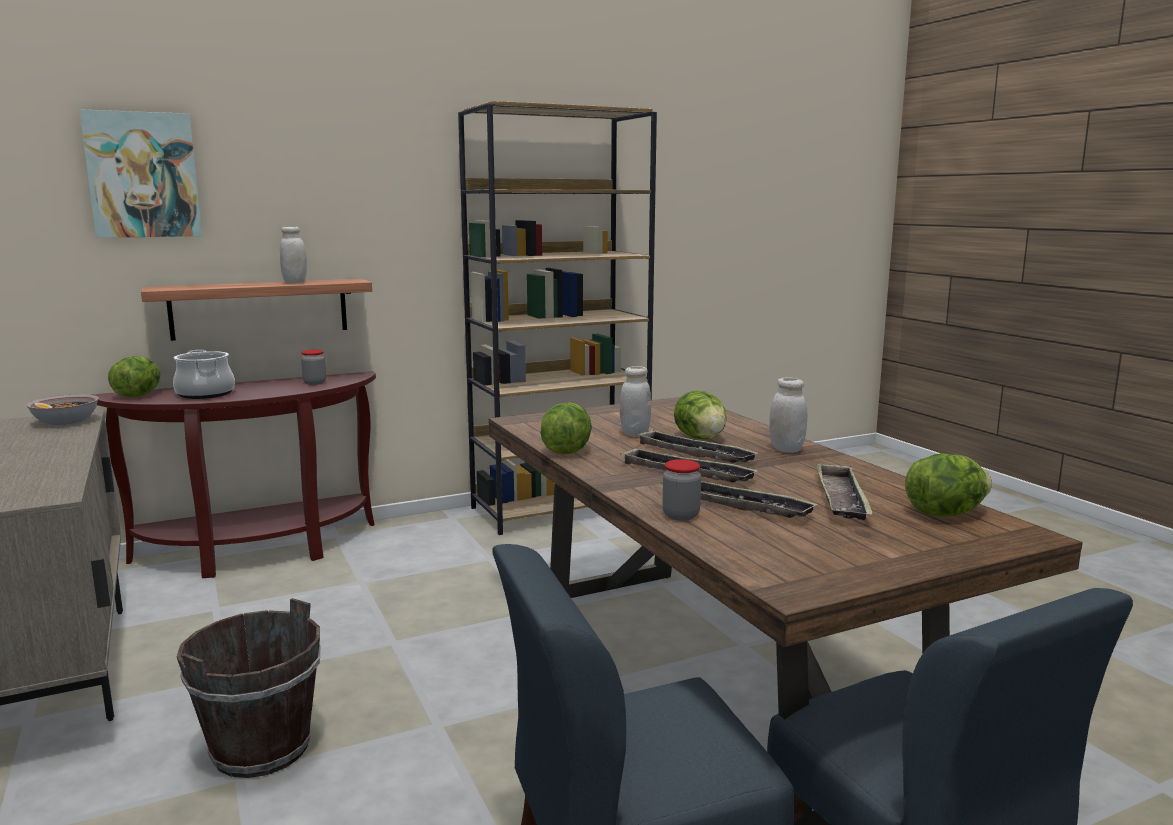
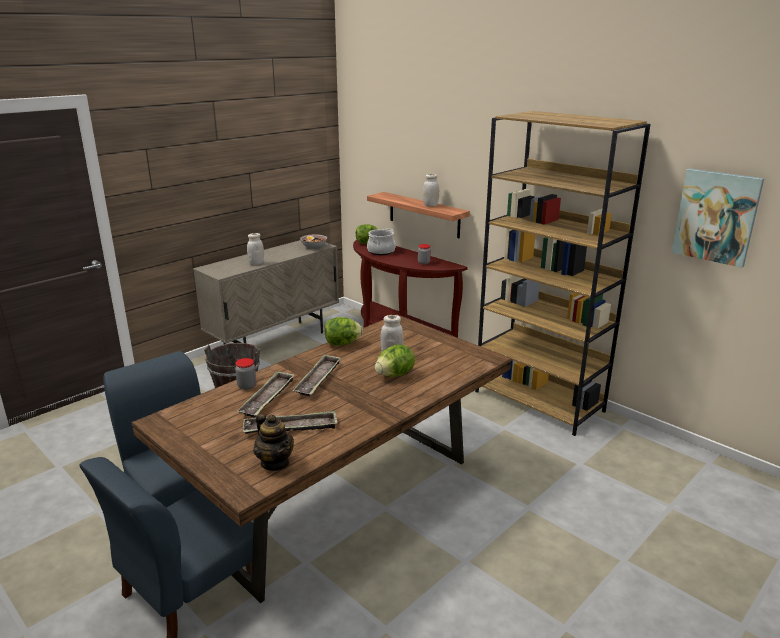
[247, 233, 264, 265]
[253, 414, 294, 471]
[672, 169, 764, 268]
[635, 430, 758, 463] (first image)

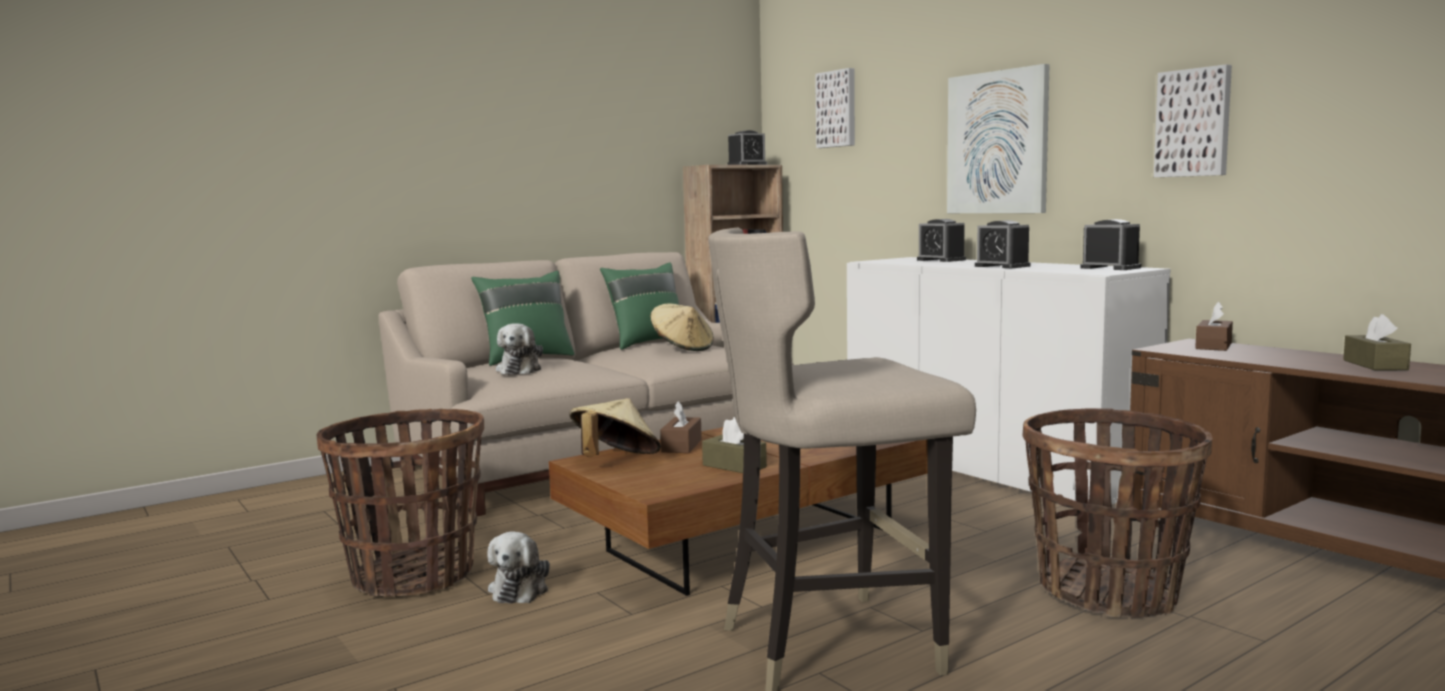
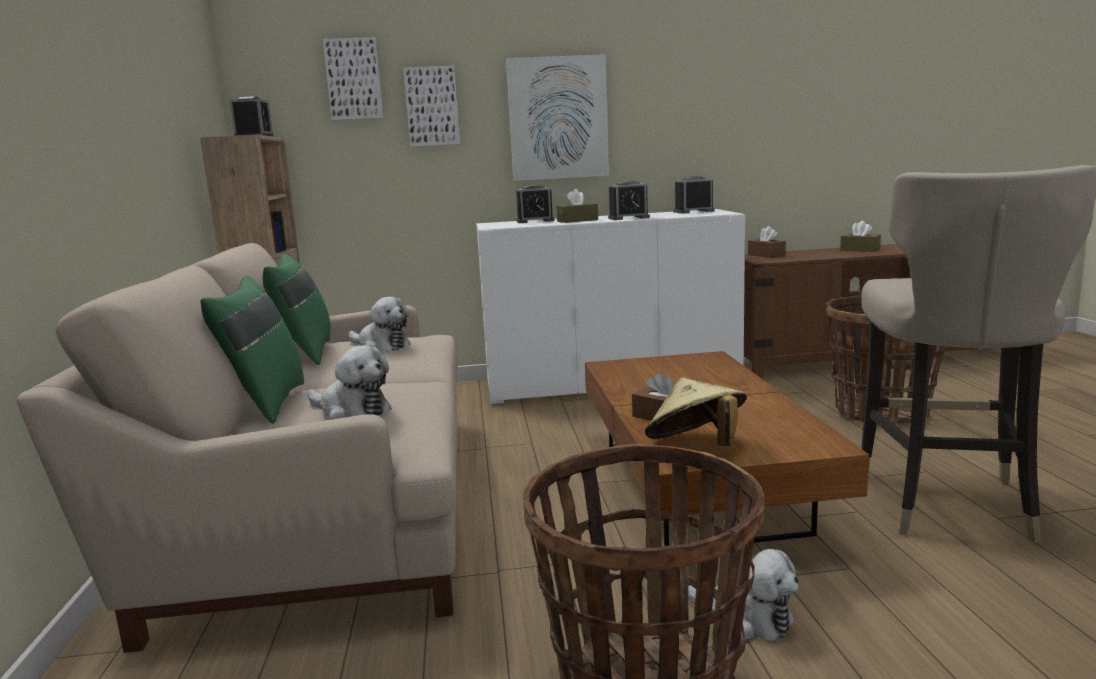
[349, 297, 411, 352]
[403, 66, 460, 147]
[556, 189, 598, 223]

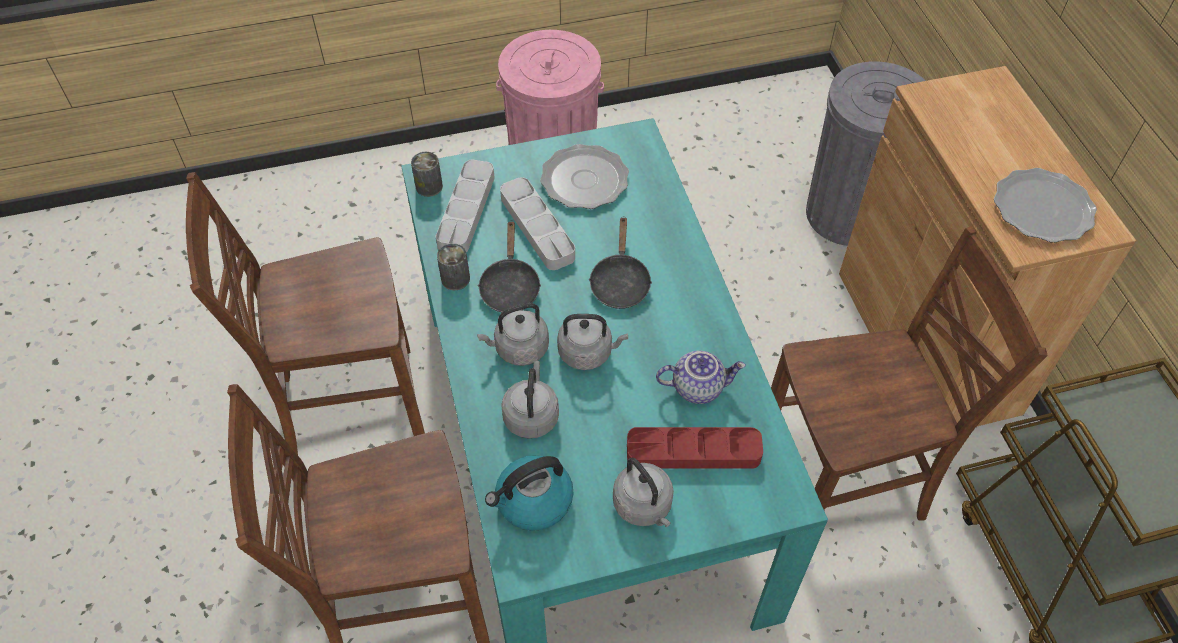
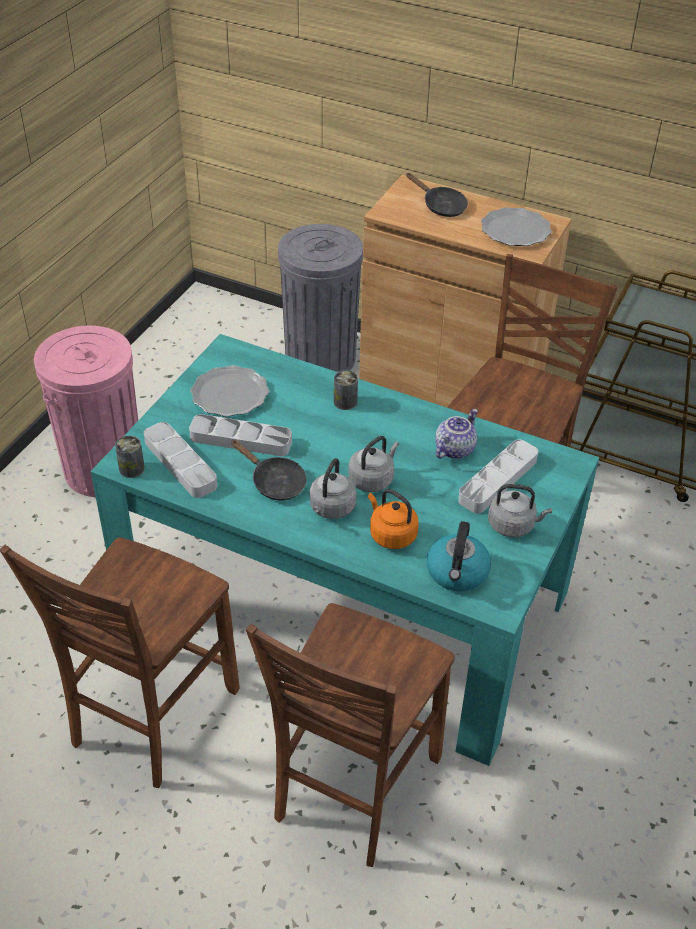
[334, 370, 358, 410]
[368, 489, 419, 549]
[406, 173, 468, 217]
[458, 440, 538, 513]

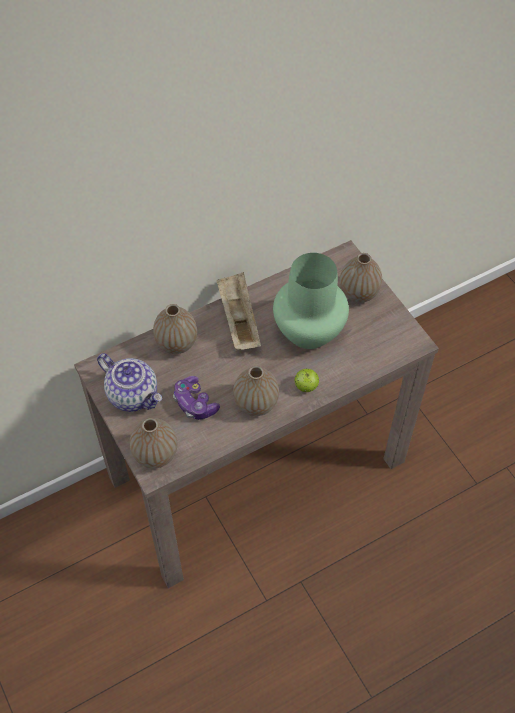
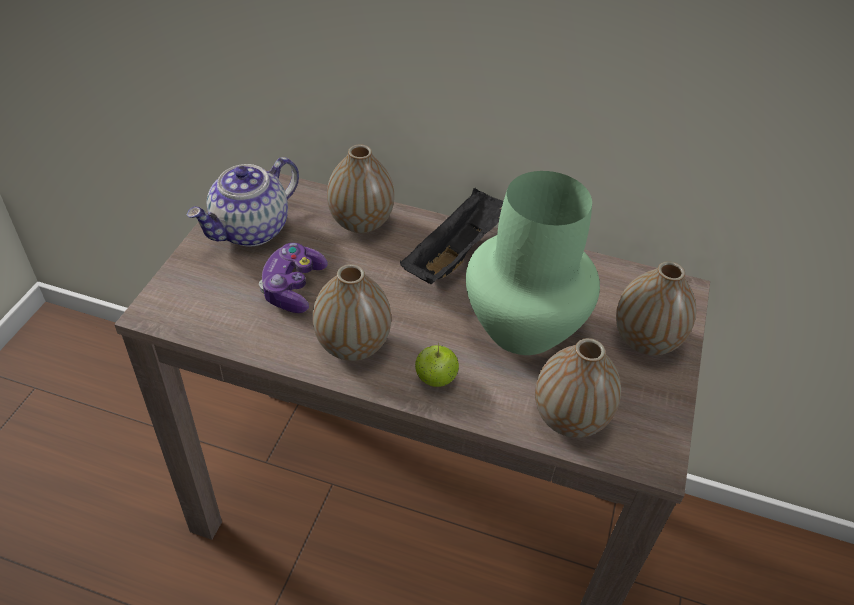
[187, 157, 299, 246]
[400, 188, 503, 284]
[535, 338, 621, 438]

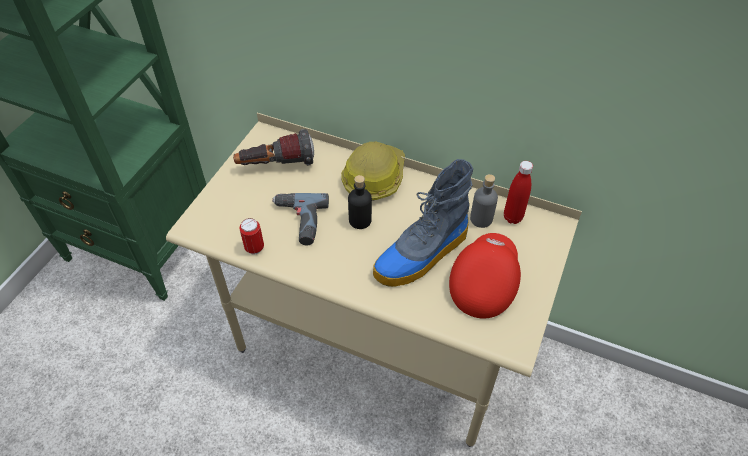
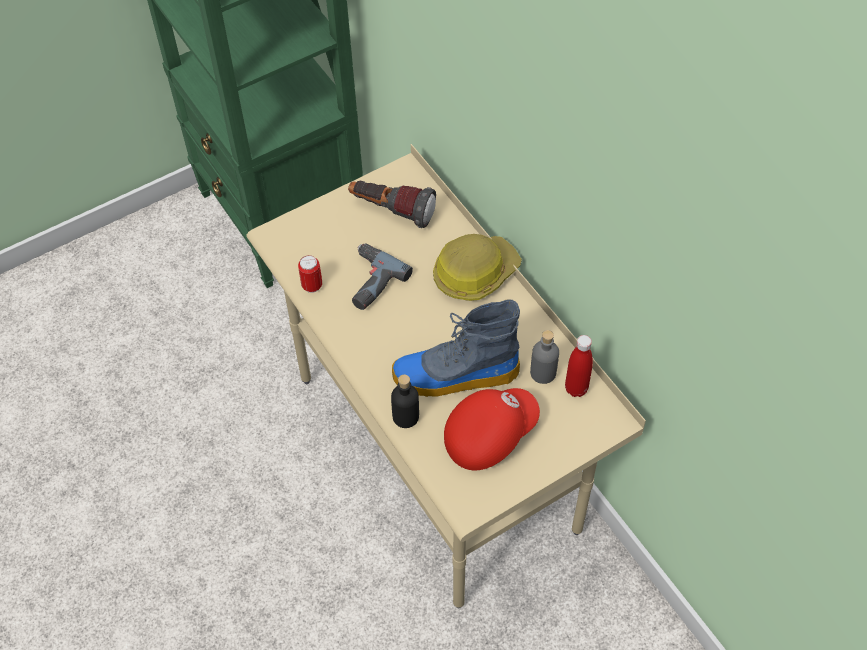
[391, 375, 419, 428]

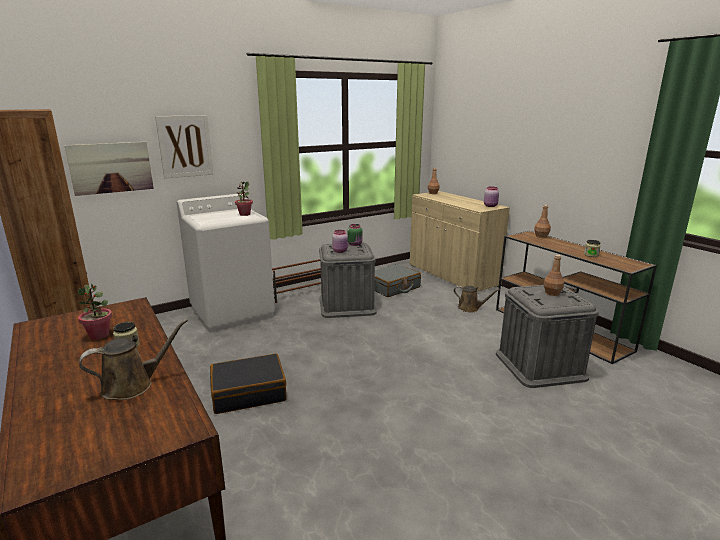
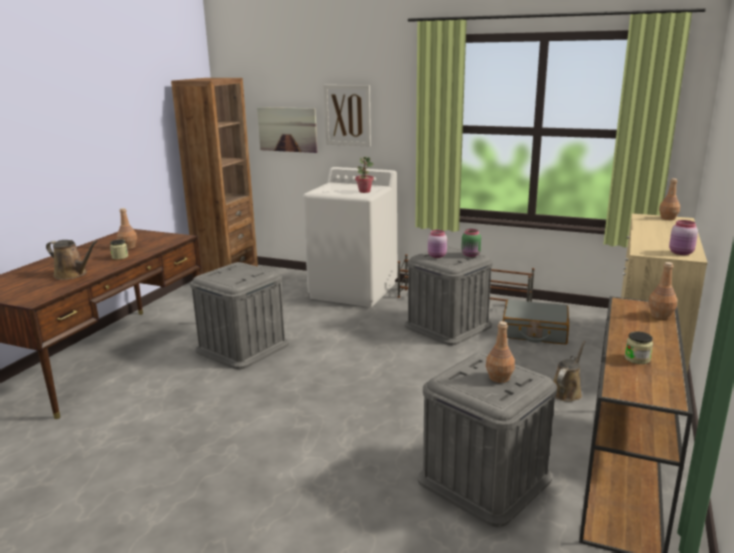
[117, 208, 137, 249]
[190, 262, 289, 369]
[553, 341, 586, 402]

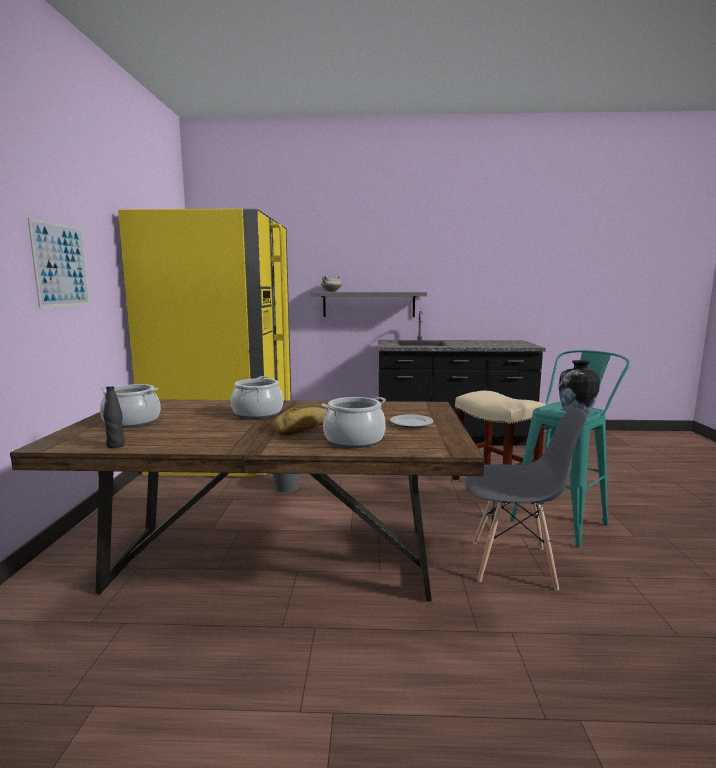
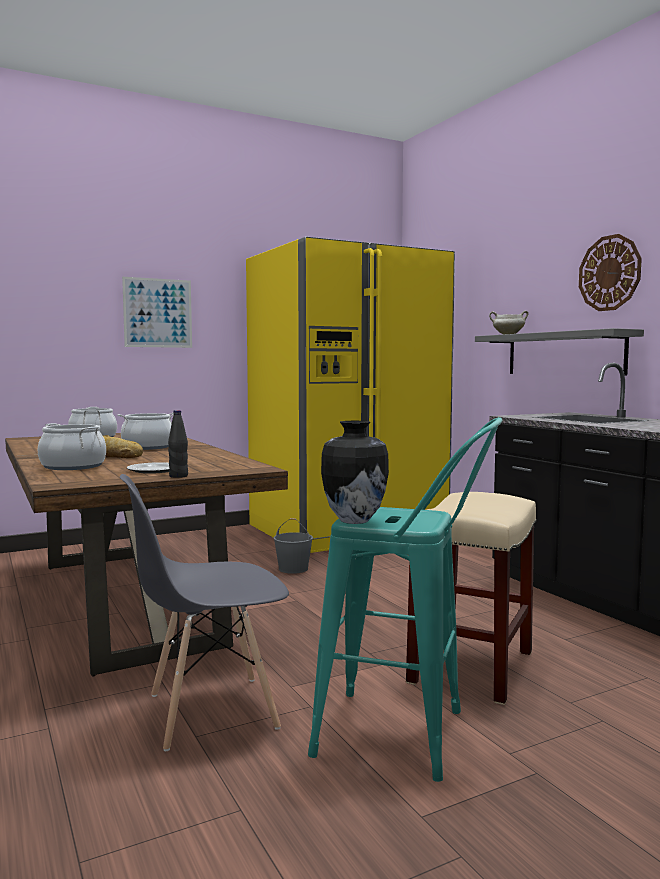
[120, 474, 289, 751]
[168, 410, 188, 478]
[579, 234, 642, 311]

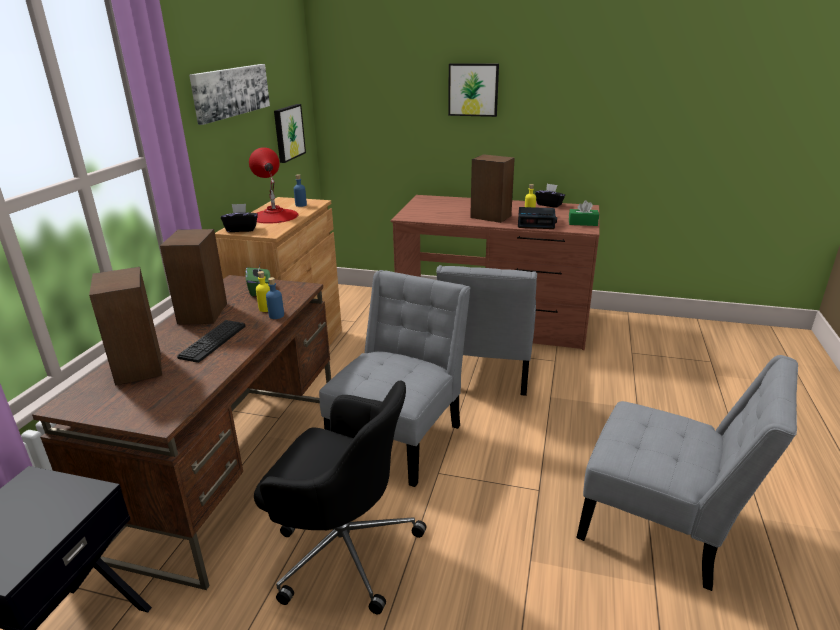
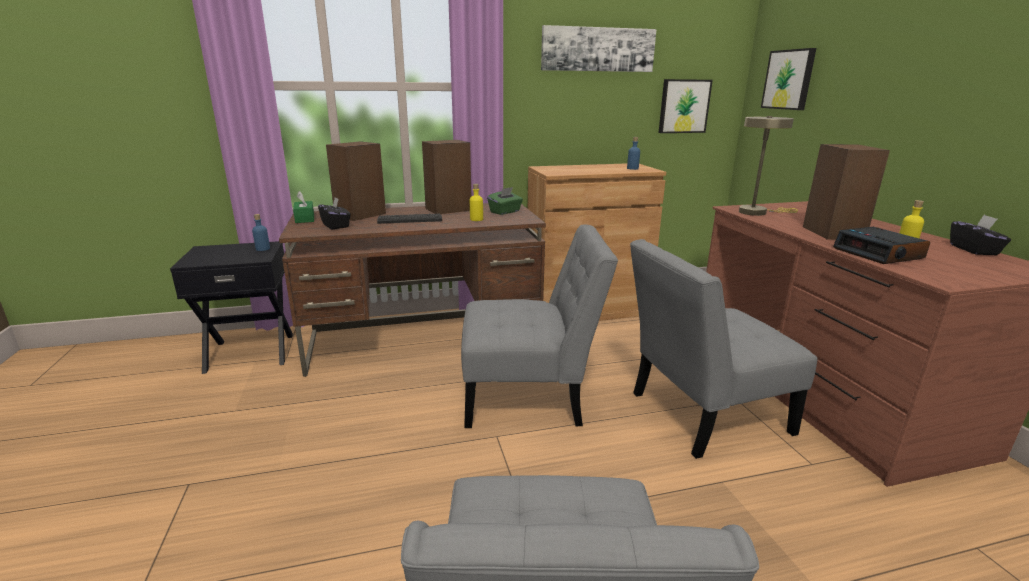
[252, 214, 270, 251]
[293, 191, 314, 223]
[318, 198, 351, 230]
[739, 116, 798, 216]
[761, 48, 816, 110]
[249, 147, 299, 224] (first image)
[254, 381, 426, 614] (first image)

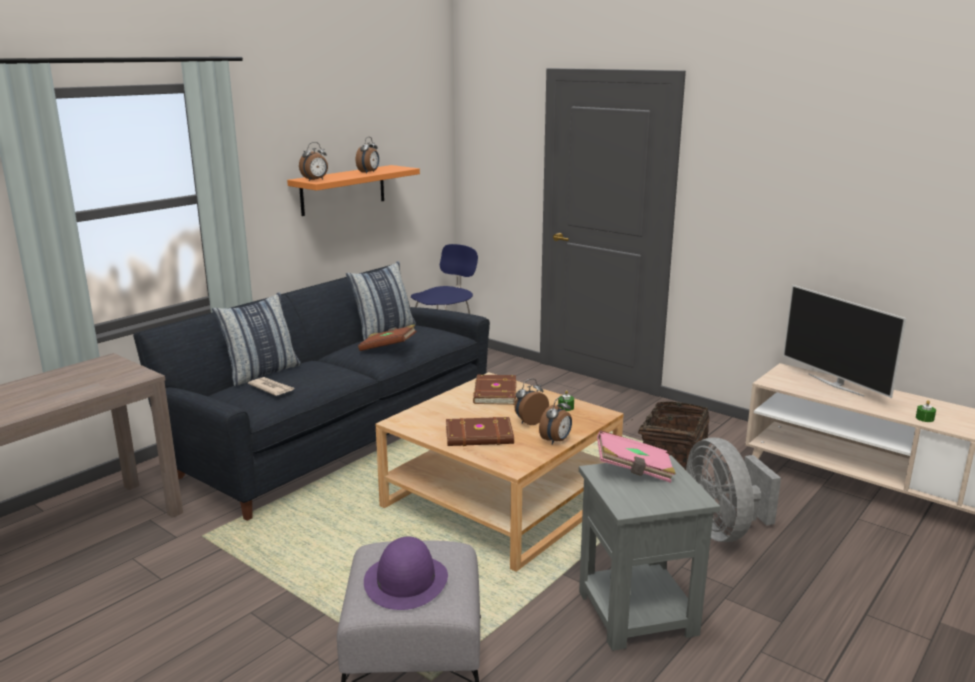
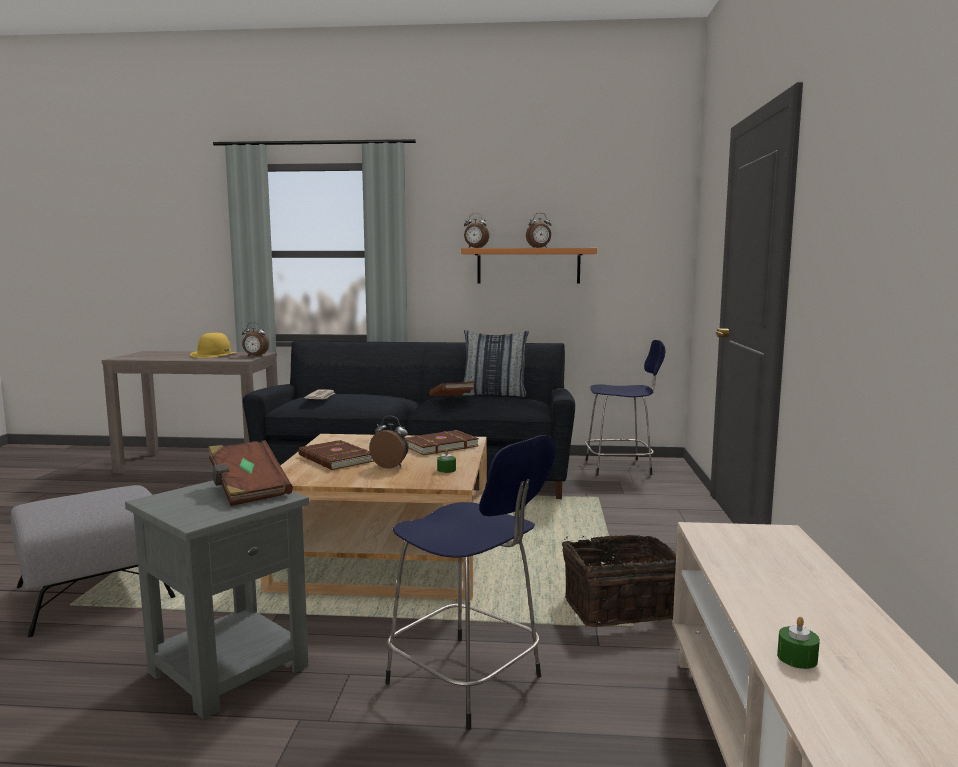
[190, 333, 238, 358]
[208, 440, 293, 506]
[242, 322, 269, 357]
[385, 435, 556, 730]
[212, 292, 301, 386] (first image)
[364, 536, 448, 610] (first image)
[783, 285, 907, 398] (first image)

